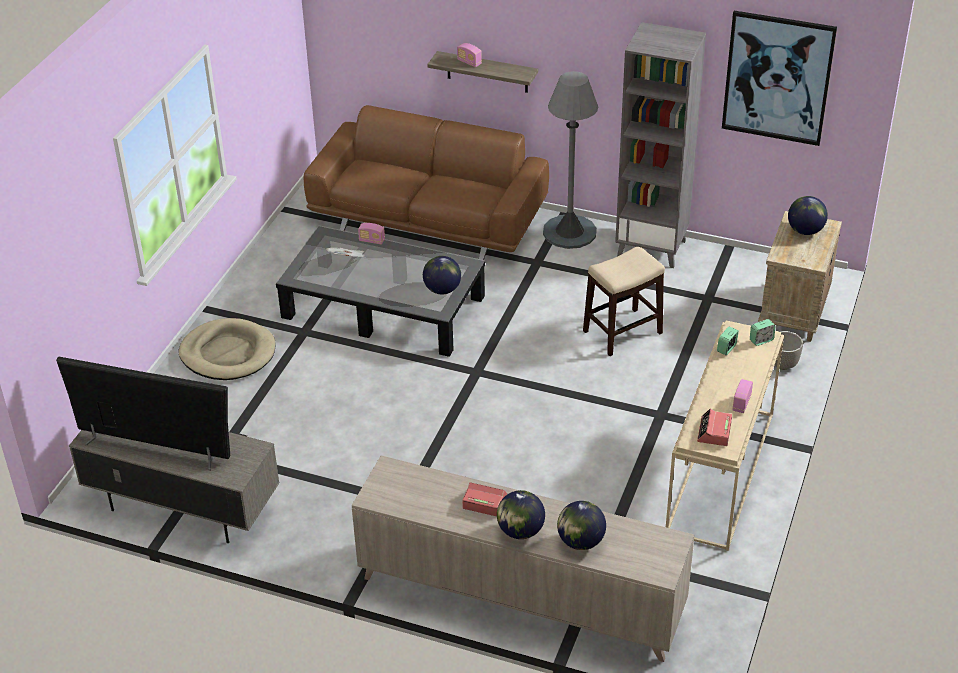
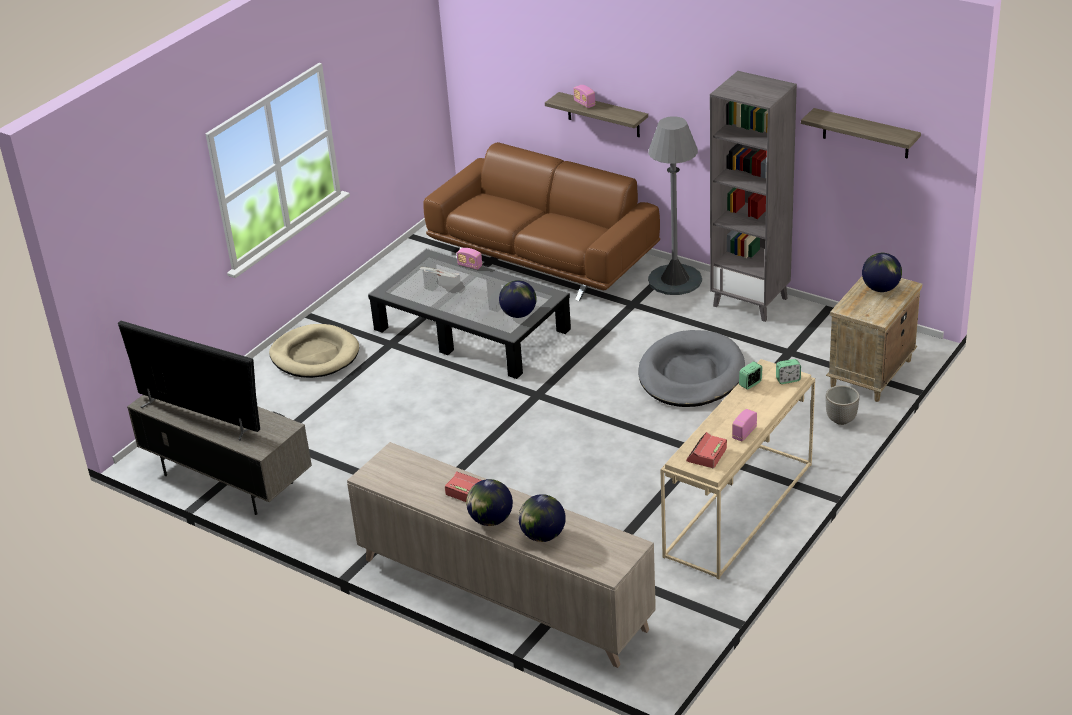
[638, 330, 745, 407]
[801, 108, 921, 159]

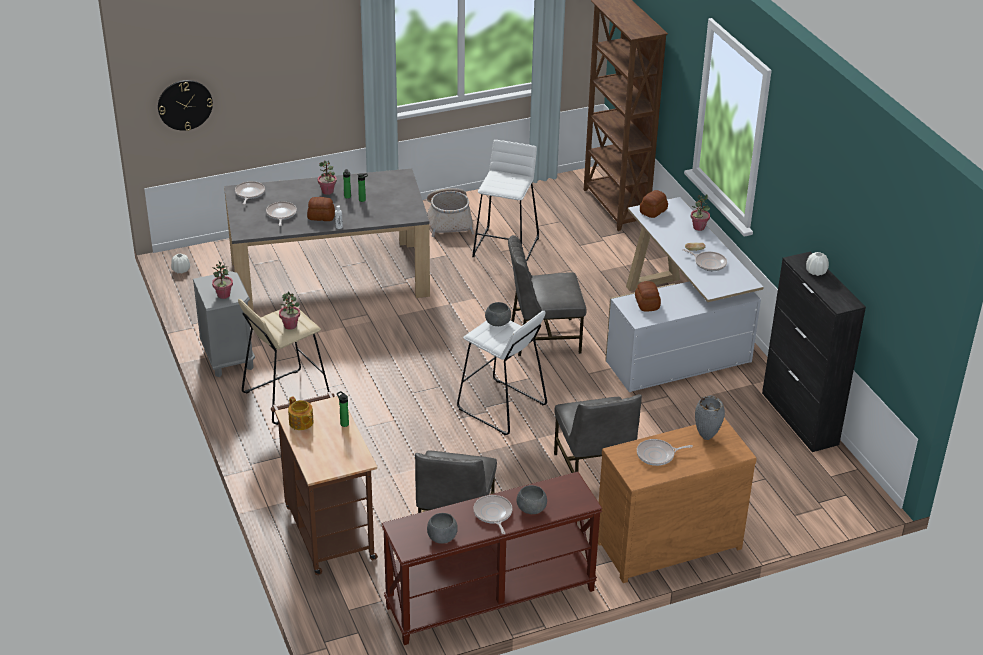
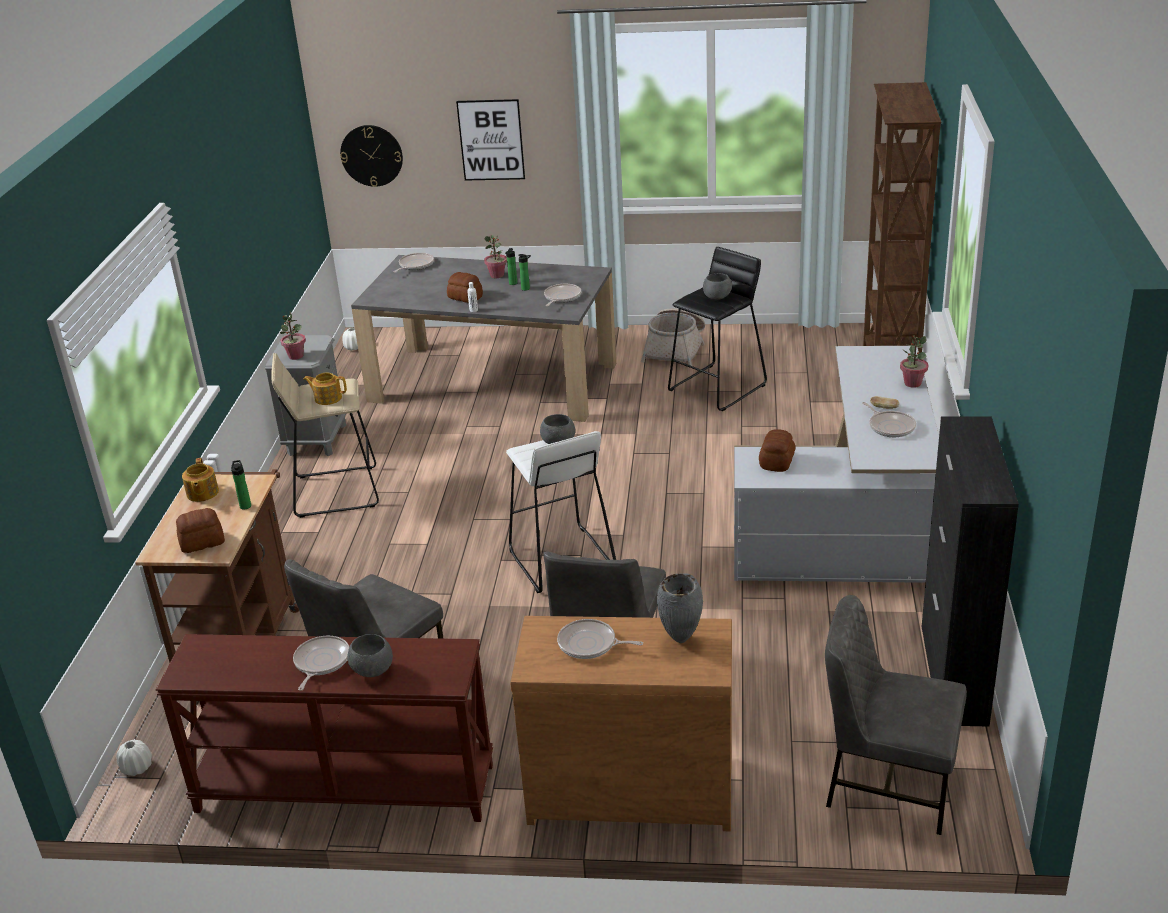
[116, 740, 152, 776]
[176, 508, 225, 553]
[303, 372, 347, 405]
[456, 99, 525, 181]
[544, 284, 581, 306]
[668, 247, 767, 411]
[703, 273, 732, 300]
[825, 595, 967, 835]

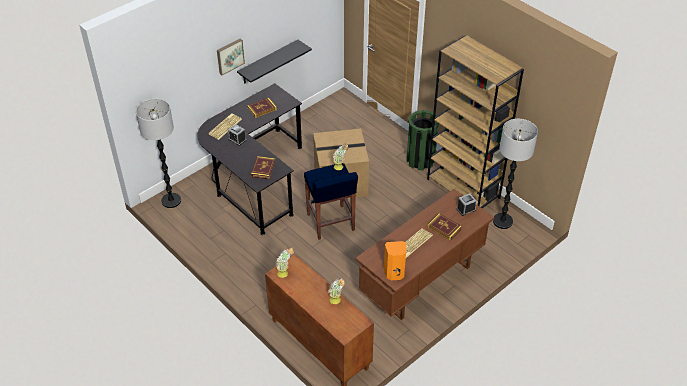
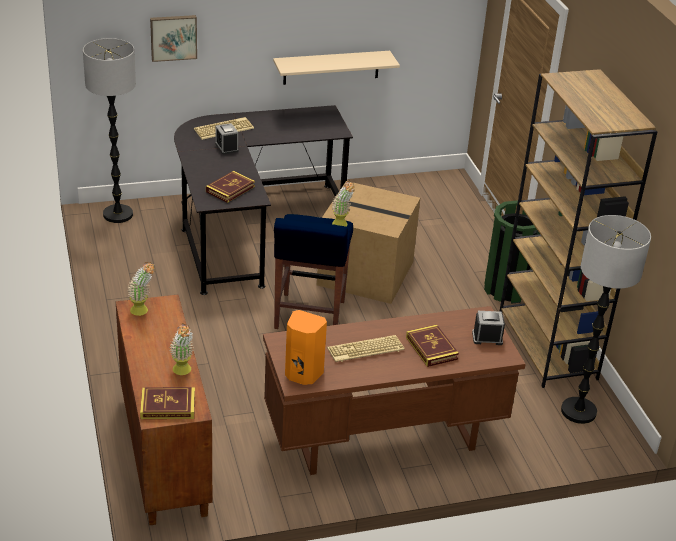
[140, 387, 195, 419]
[150, 15, 197, 62]
[273, 51, 400, 85]

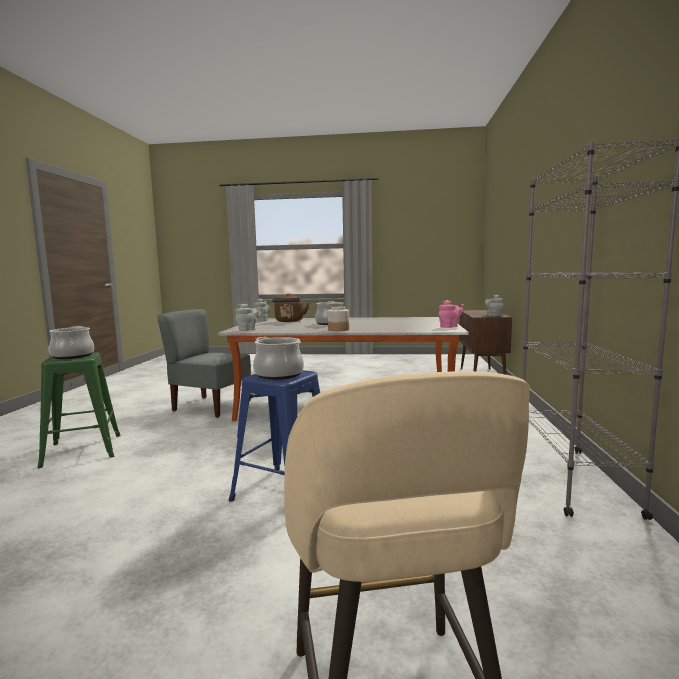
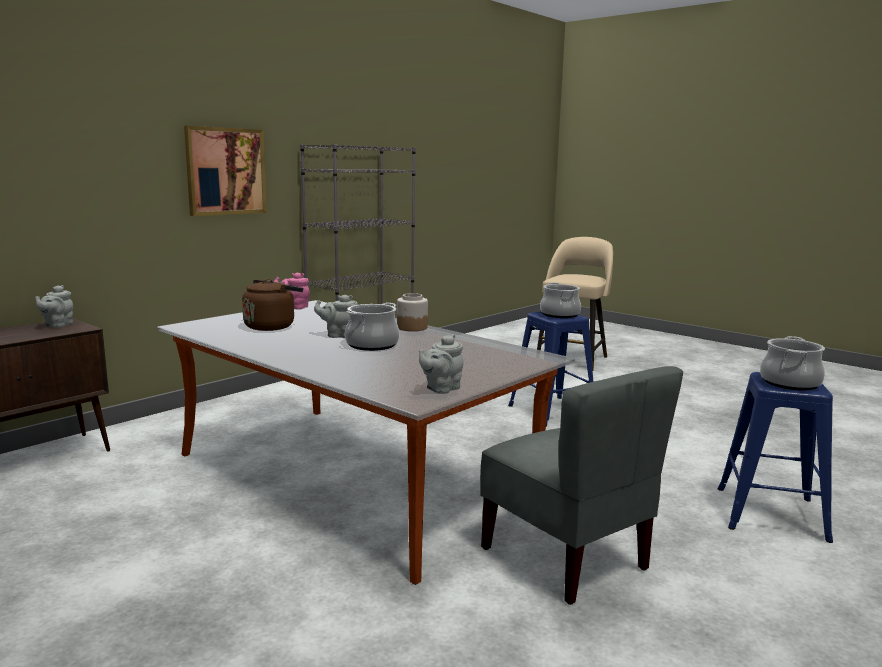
[184, 126, 267, 216]
[242, 279, 303, 331]
[314, 294, 358, 338]
[718, 372, 833, 543]

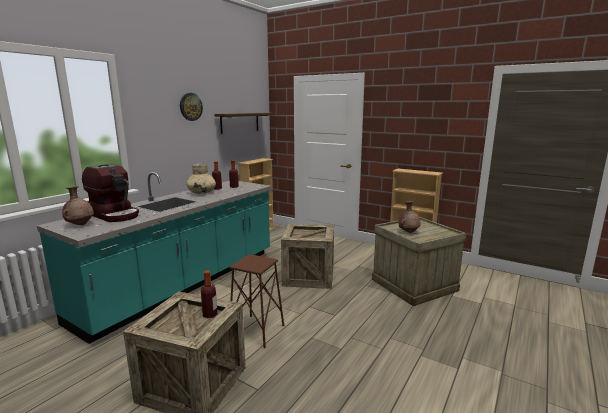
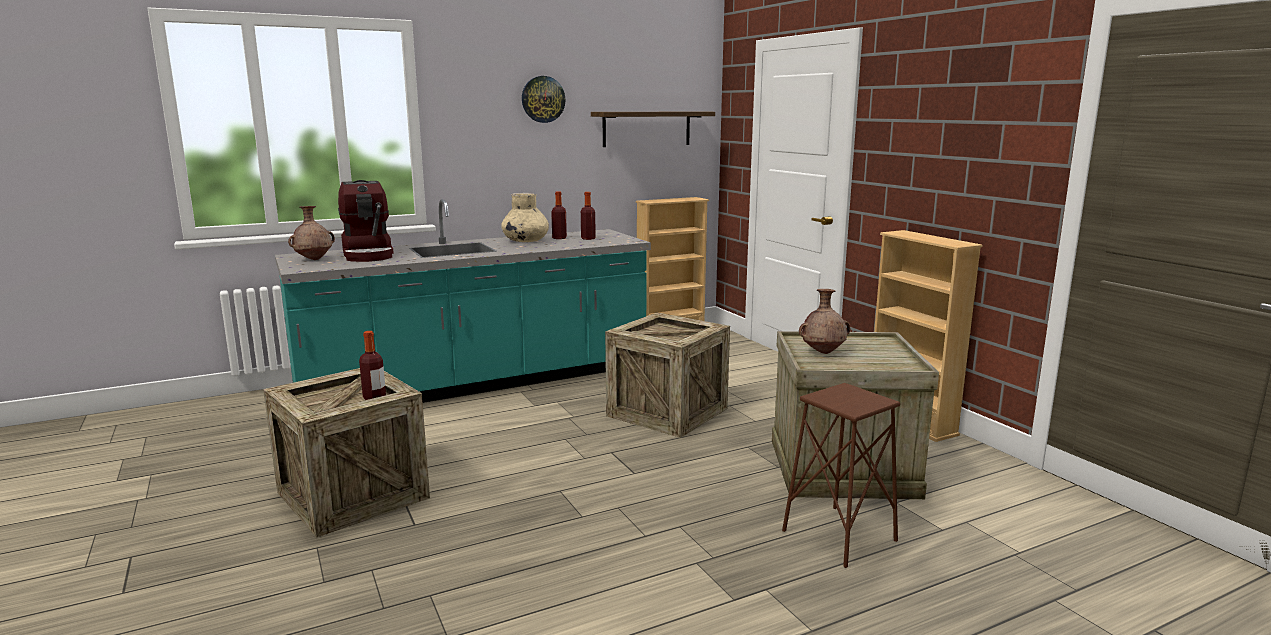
[782, 383, 900, 568]

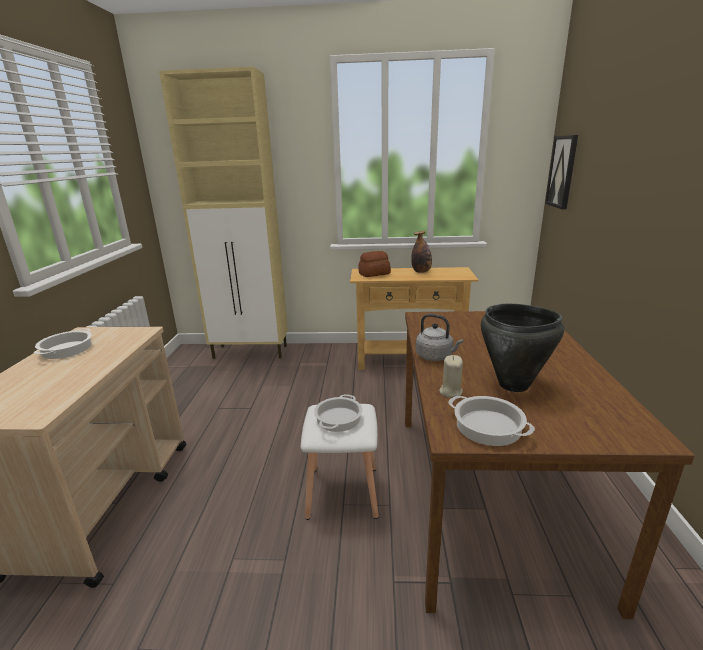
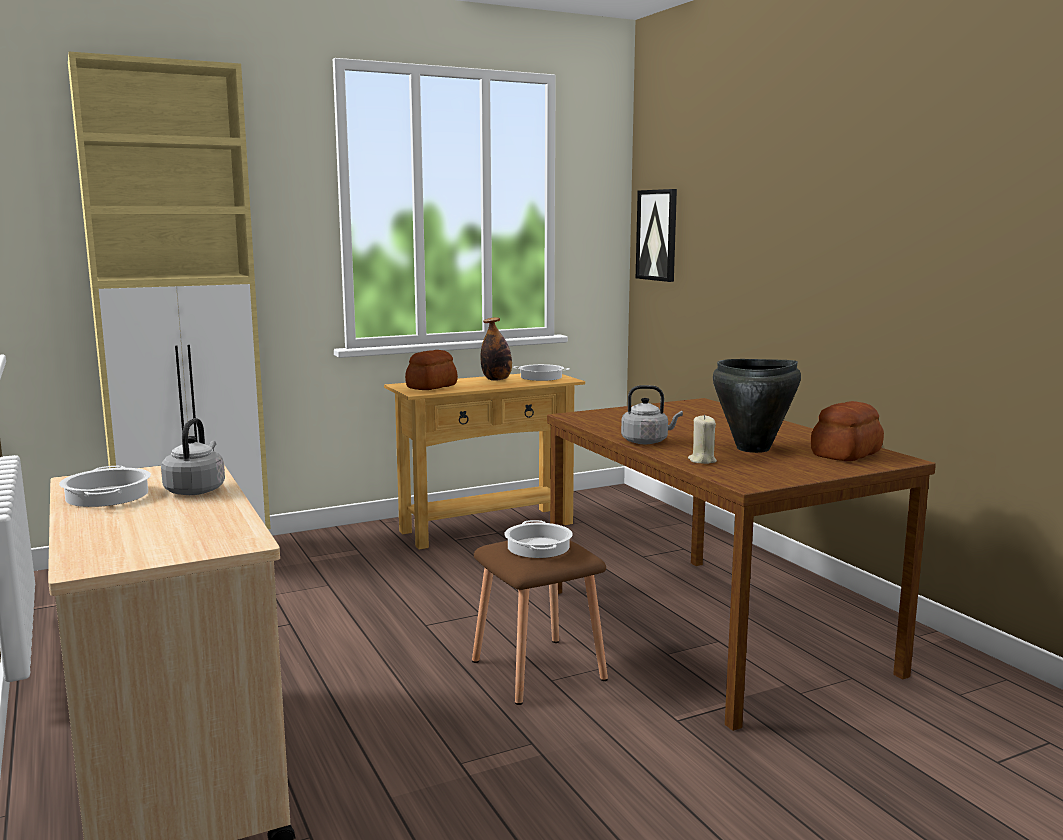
[161, 418, 225, 495]
[472, 540, 608, 705]
[513, 364, 569, 381]
[811, 401, 884, 461]

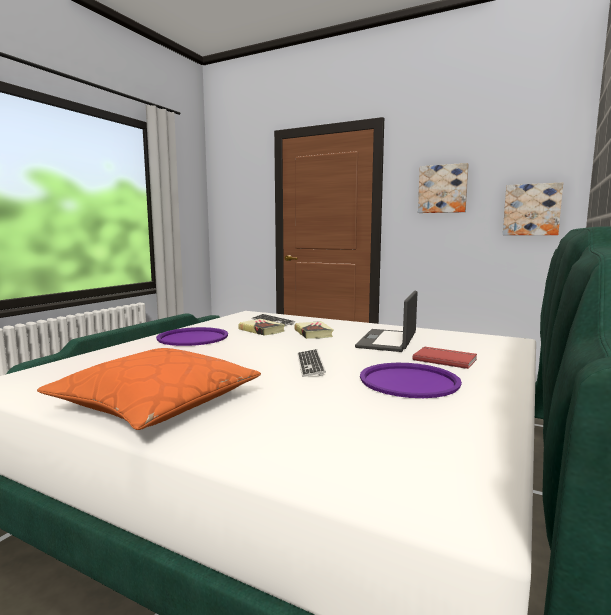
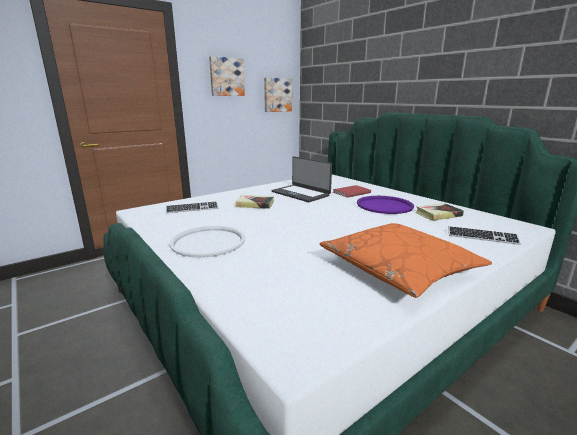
[170, 226, 245, 258]
[415, 203, 464, 221]
[448, 226, 521, 245]

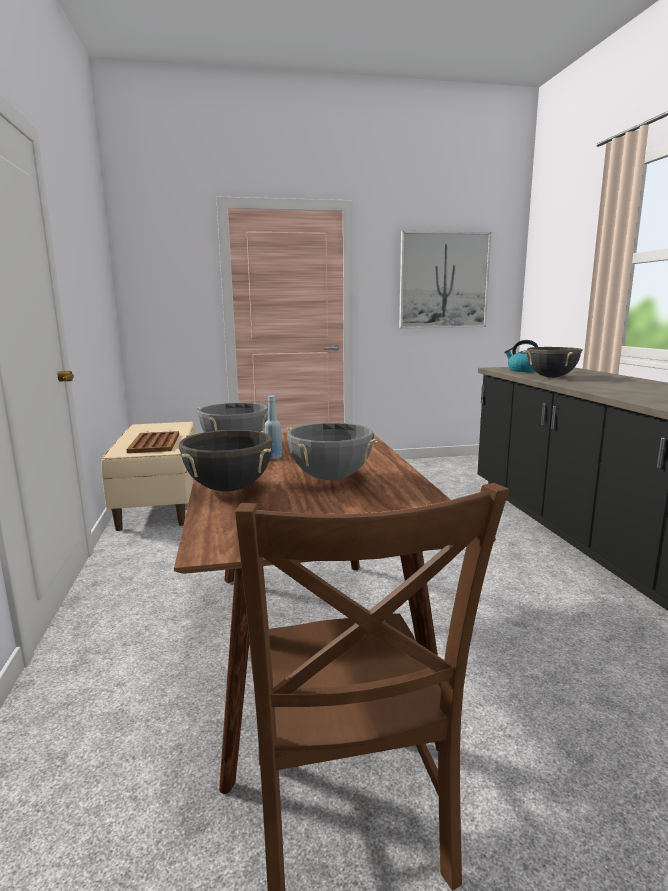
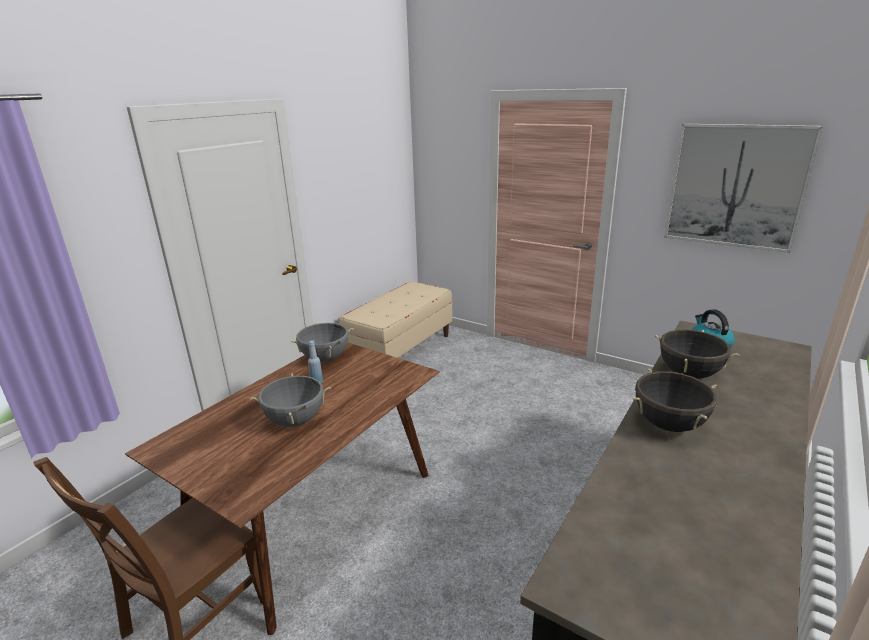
[633, 369, 717, 432]
[127, 431, 179, 453] (first image)

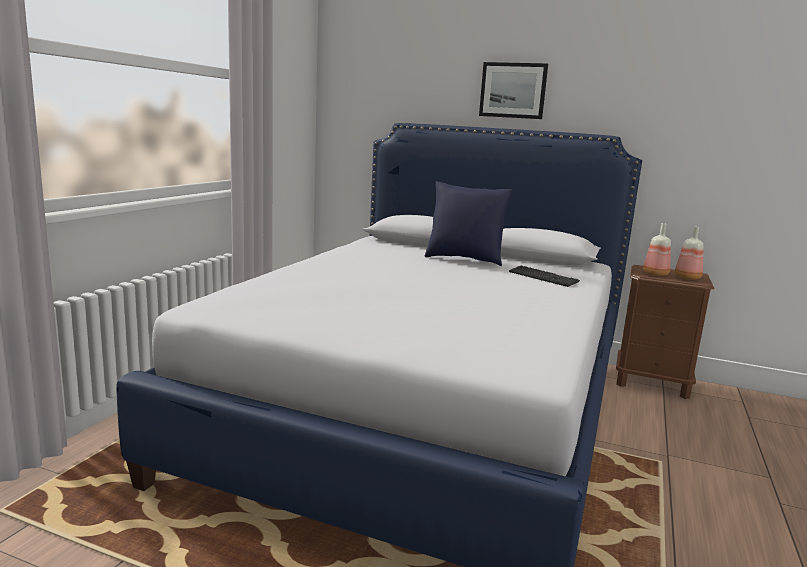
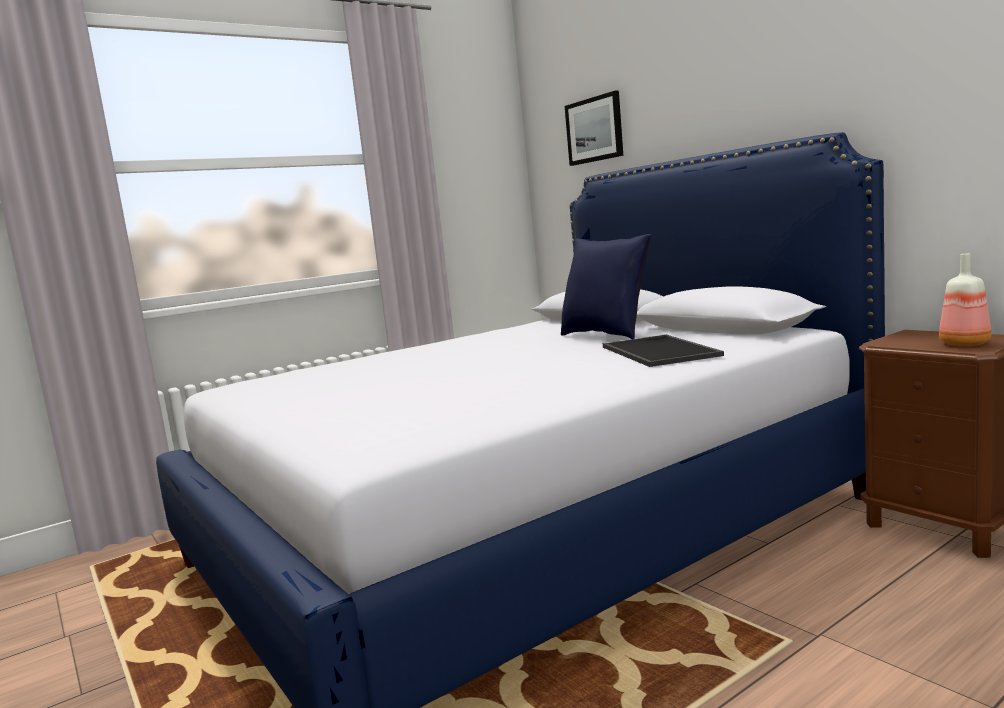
[565, 91, 623, 166]
[603, 335, 724, 367]
[643, 223, 671, 276] (first image)

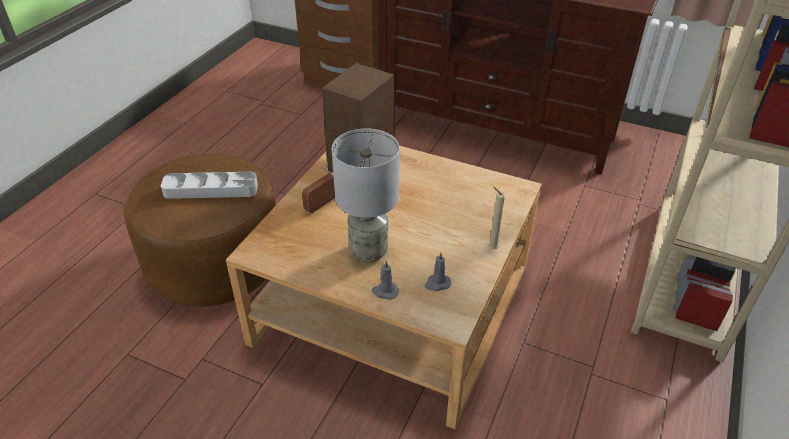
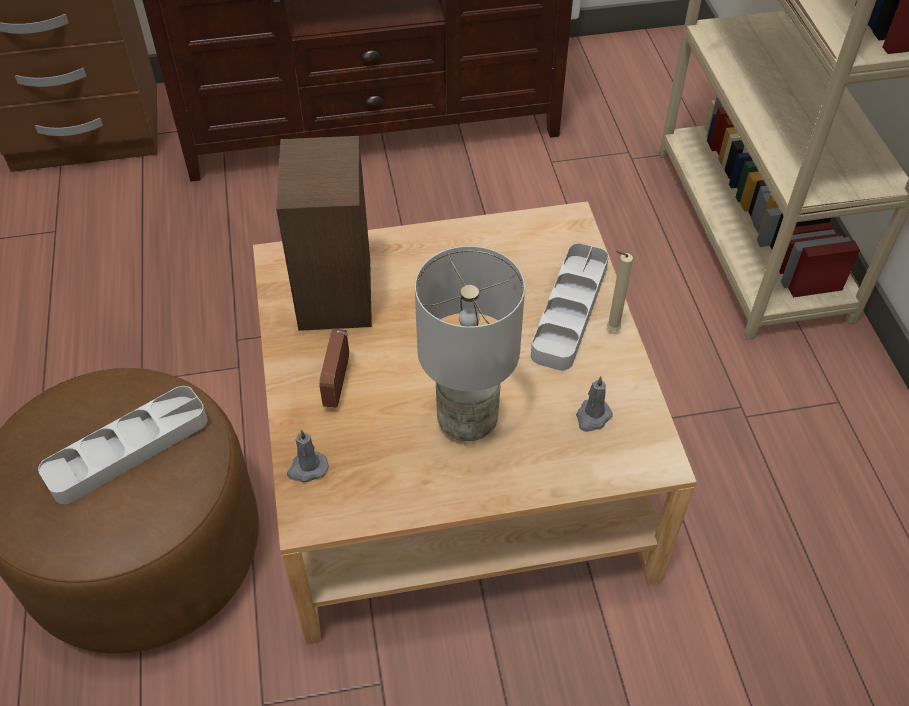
[287, 429, 329, 482]
[531, 243, 609, 371]

